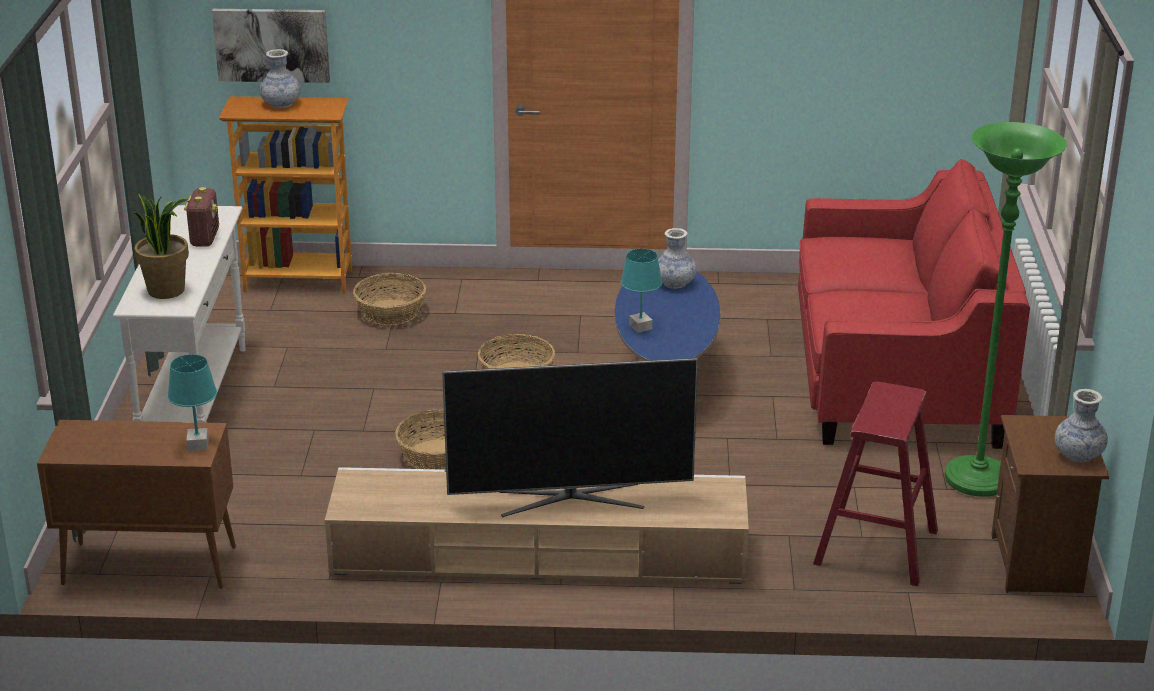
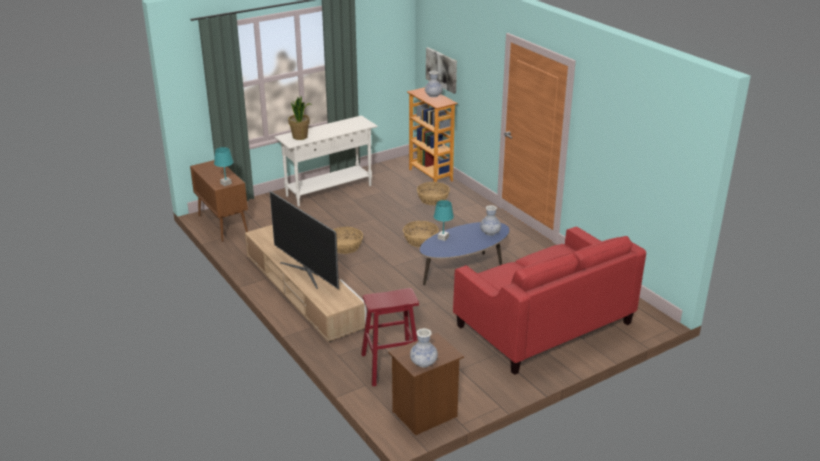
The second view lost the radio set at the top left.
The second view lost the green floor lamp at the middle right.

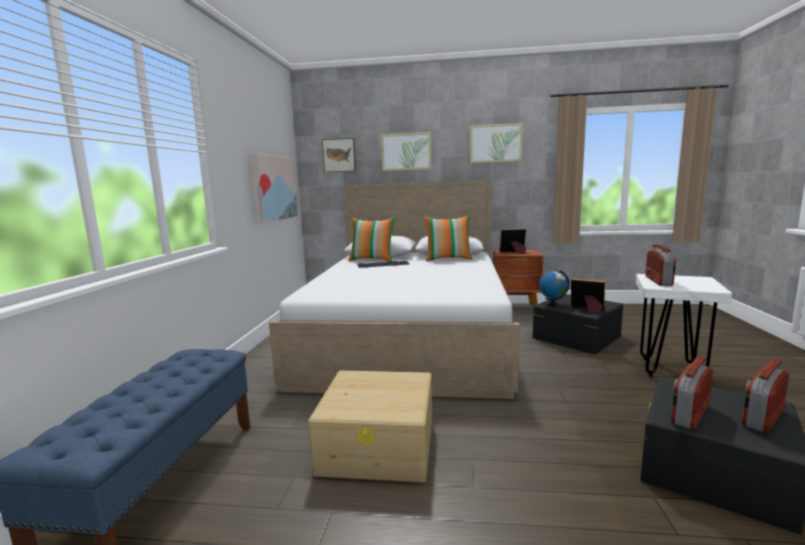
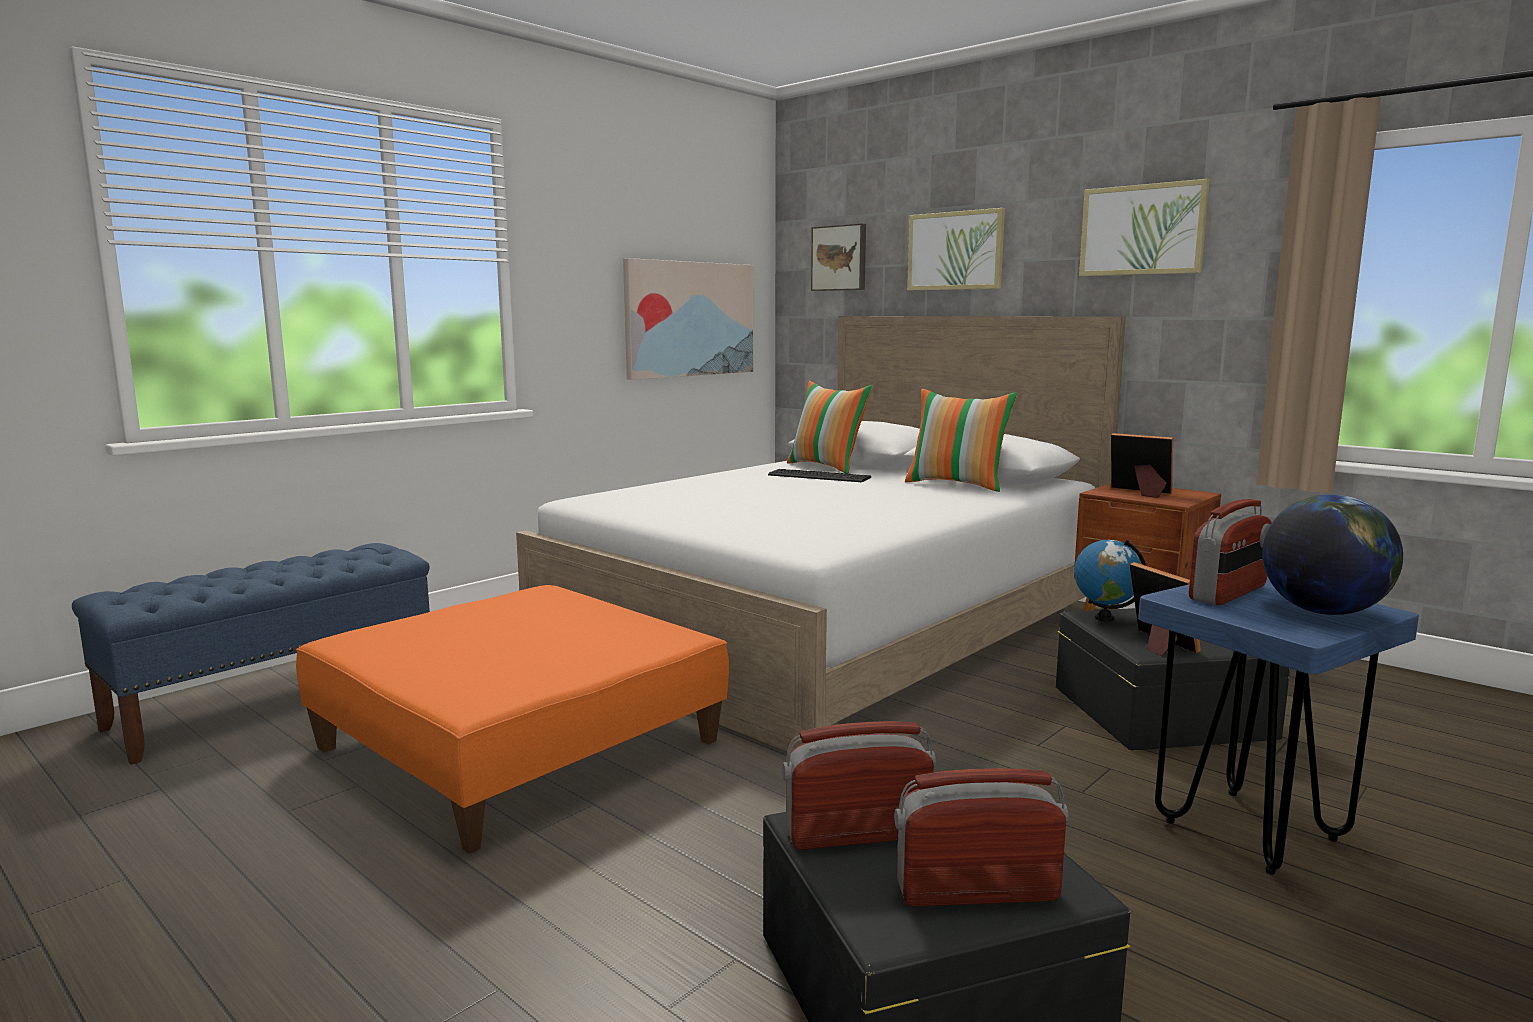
Where the sand-coloured storage container stood at the bottom centre, the orangey footrest came to stand at the bottom centre.
What was the white stool seat at the middle right turned into the blue stool seat at the bottom right.
The second view gained the world globe (2nd from left) at the middle right.

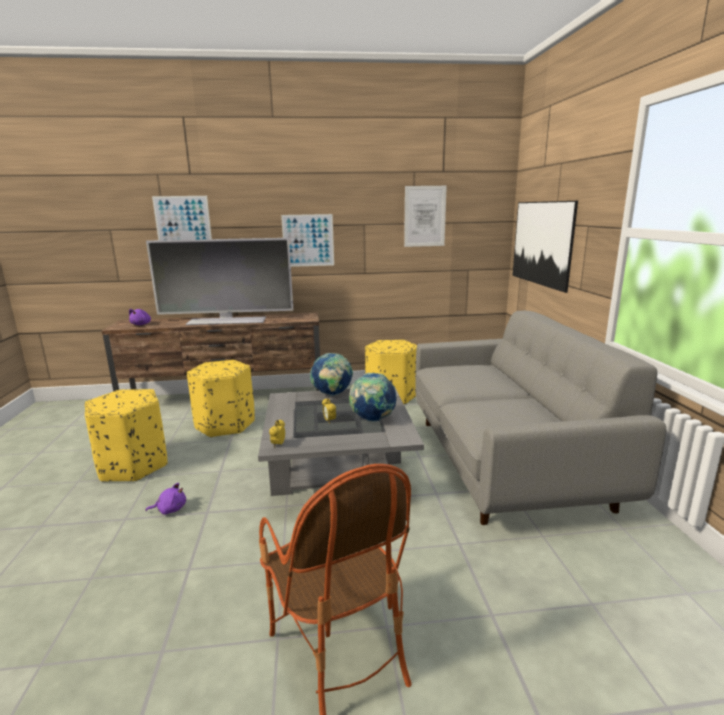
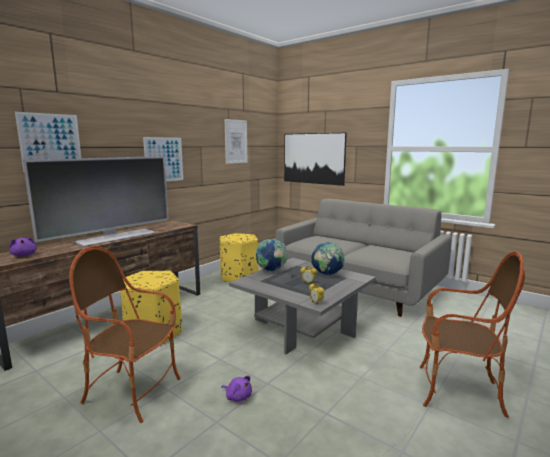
Where the yellow footrest (1st from left) stood at the middle left, the easy chair (1st from left) came to stand at the bottom left.
The purplish soft toy (2nd from left) at the bottom left ended up facing another way, 90 degrees clockwise from before.

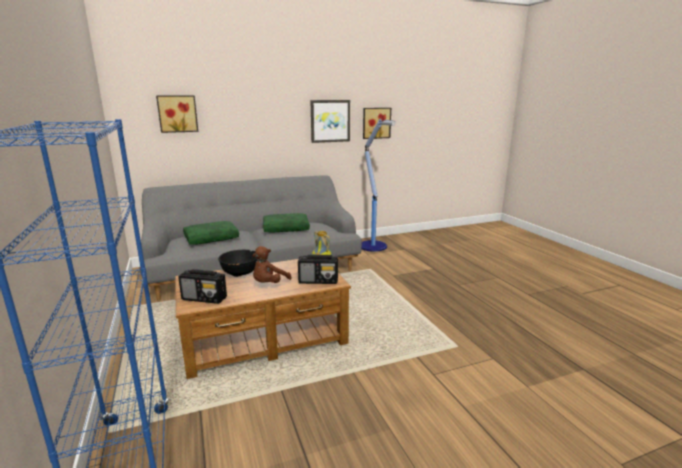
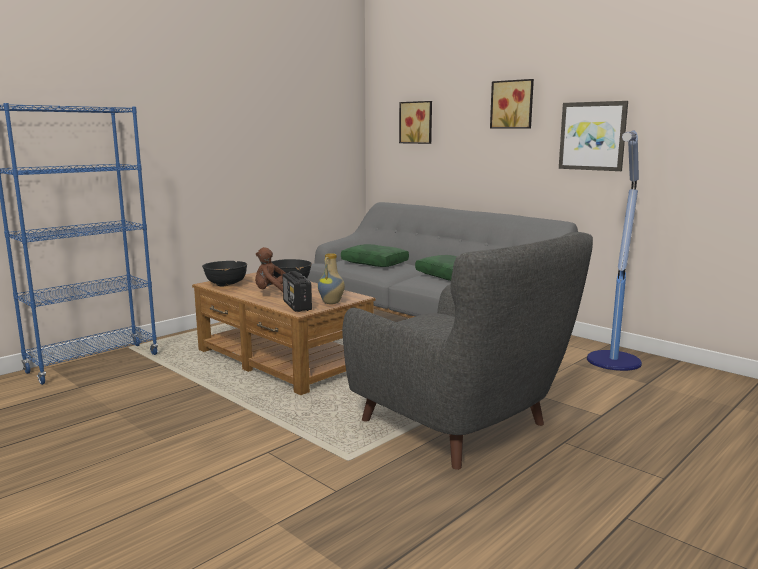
Where the radio set (1st from left) stood at the middle left, the black-coloured deep dish (1st from left) came to stand at the middle left.
The second view gained the gray easy chair at the centre.
The wall art (3rd from left in the first image) ended up elsewhere, having gone from the top centre to the top right.

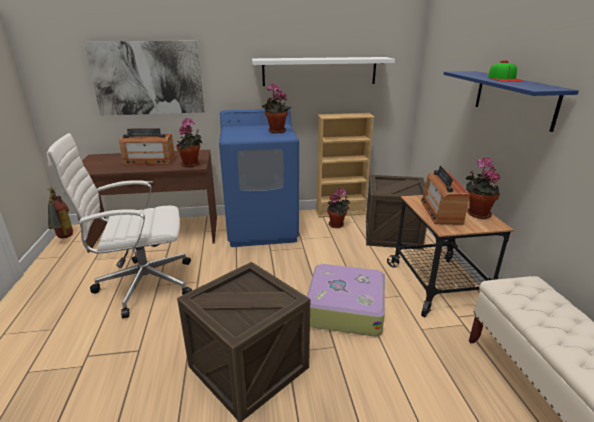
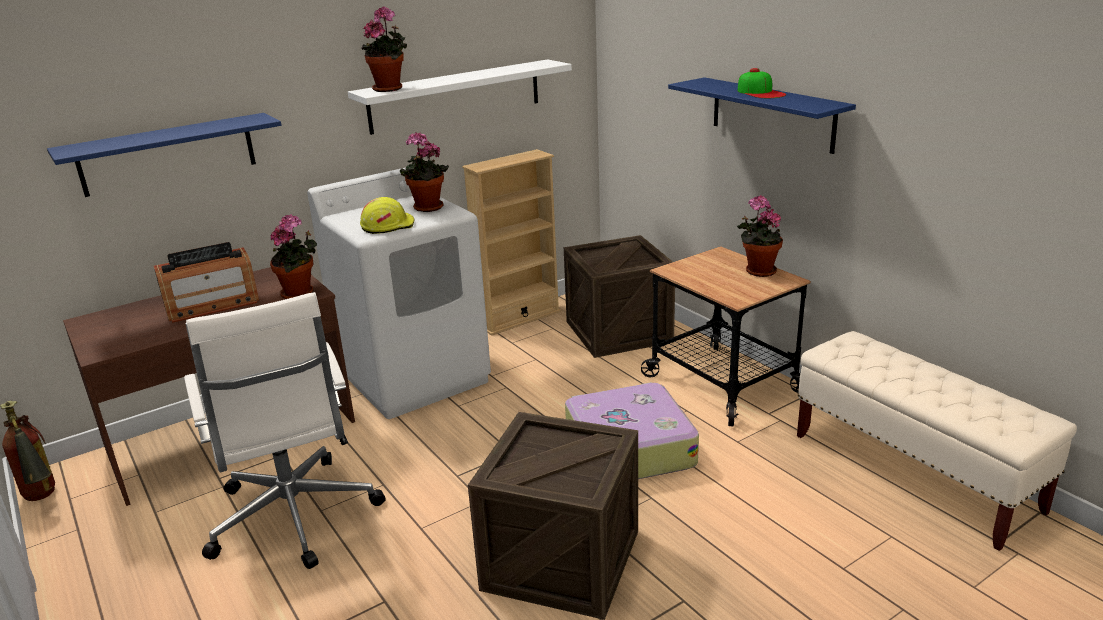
Where the wall art hung at the top left, the blue shelf (1st from left) came to hang at the top left.
The white office chair at the middle left ended up facing another way, 75 degrees counterclockwise from before.
What was the blue washing machine at the centre turned into the white washing machine at the centre.
The second view gained the yellow safety helmet at the centre.
The potted plant (3rd from left in the first image) ended up elsewhere, having gone from the centre to the top centre.
The second view lost the radio set (2nd from left) at the middle right.

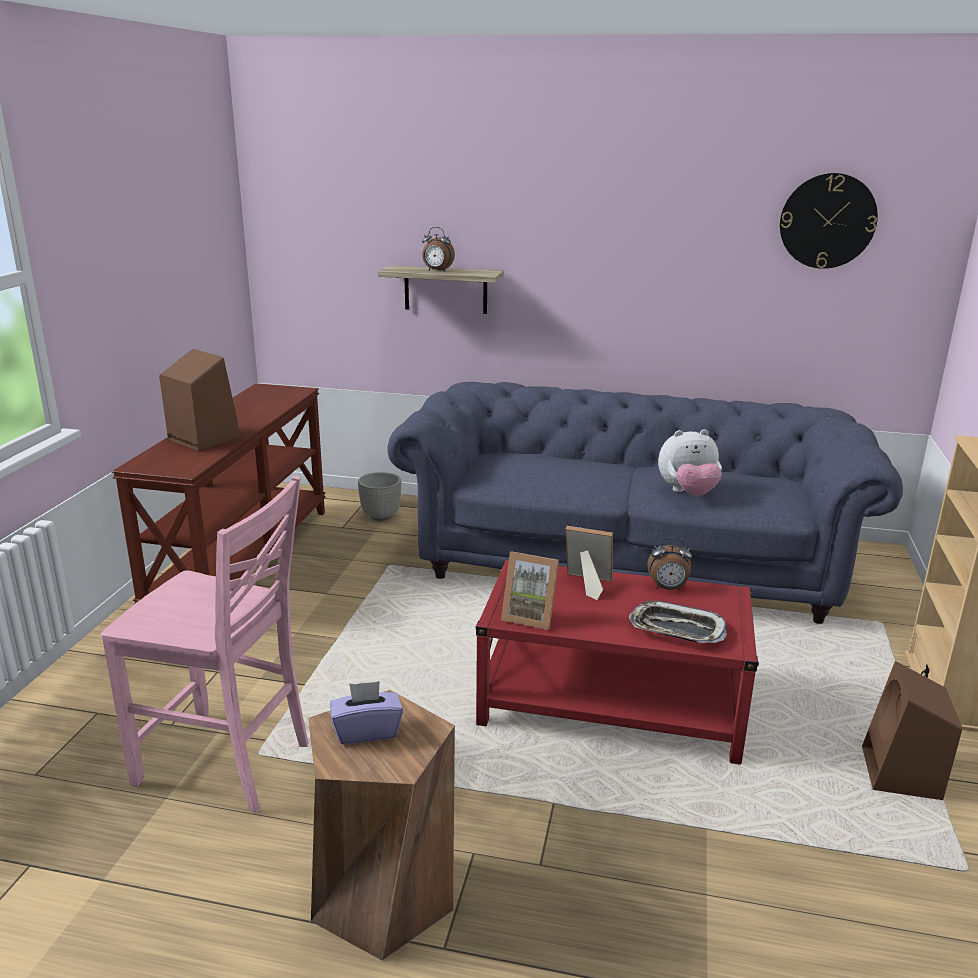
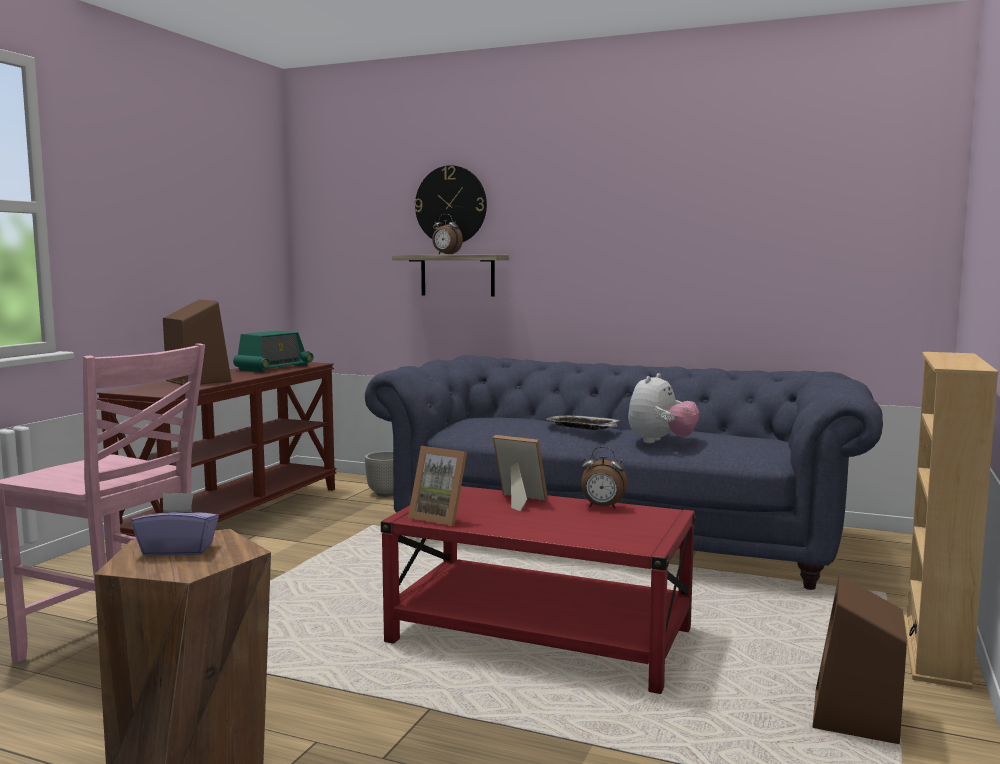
The second view gained the radio set at the middle left.
The wall clock ended up elsewhere, having gone from the top right to the top centre.
The carrying tray ended up elsewhere, having gone from the middle right to the centre.
The soft toy at the middle right ended up facing another way, 60 degrees counterclockwise from before.

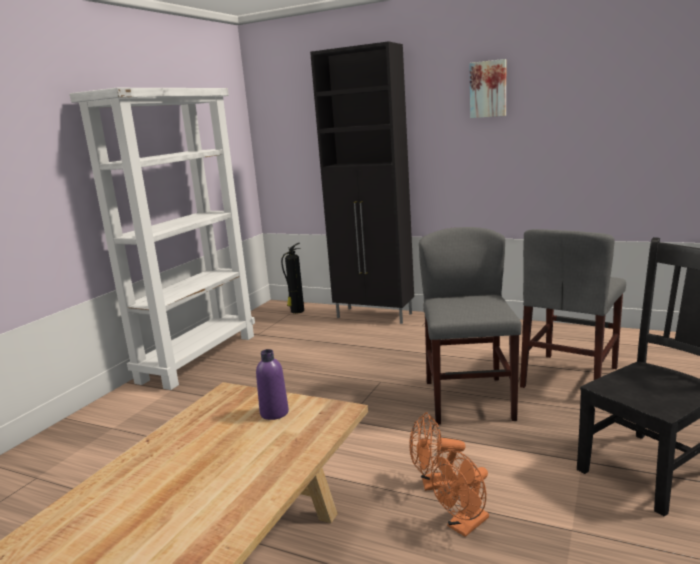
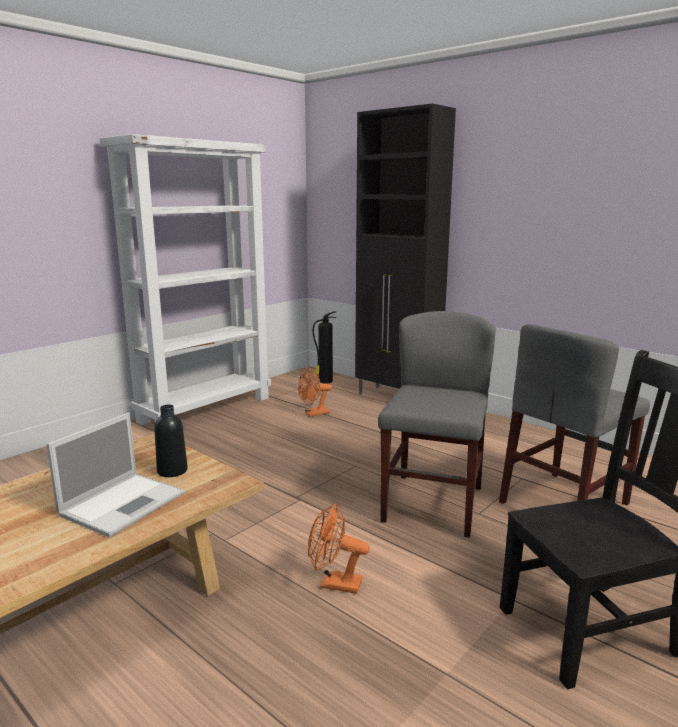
The second view gained the portable computer at the middle left.
What was the purplish bottle at the bottom centre turned into the black-coloured bottle at the middle left.
The orangey cooling fan (2nd from left in the first image) ended up elsewhere, having gone from the bottom centre to the centre.
The second view lost the wall art at the top right.

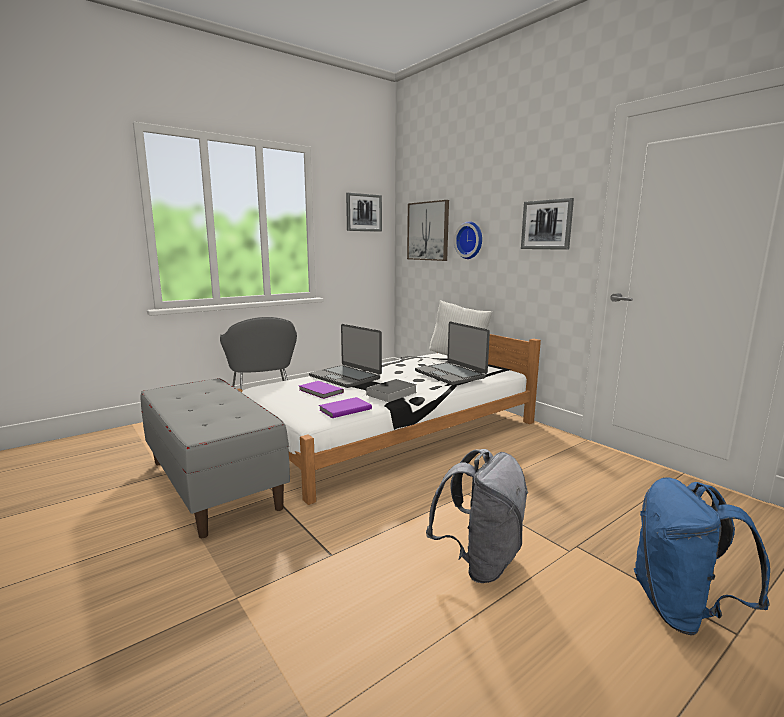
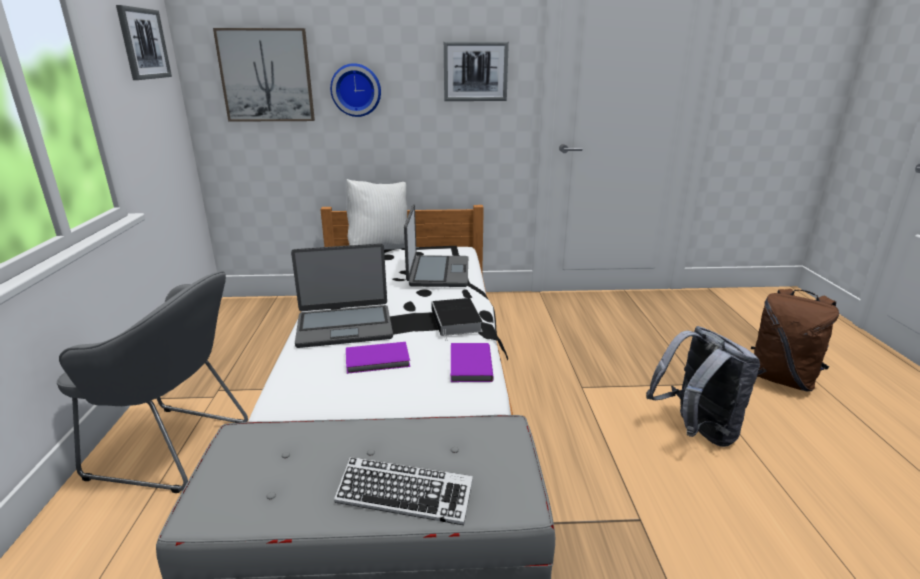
The second view gained the computer keyboard at the bottom centre.
The portable computer (2nd from left) at the centre ended up facing another way, 90 degrees counterclockwise from before.
What was the blue backpack at the bottom right turned into the brown-coloured backpack at the middle right.

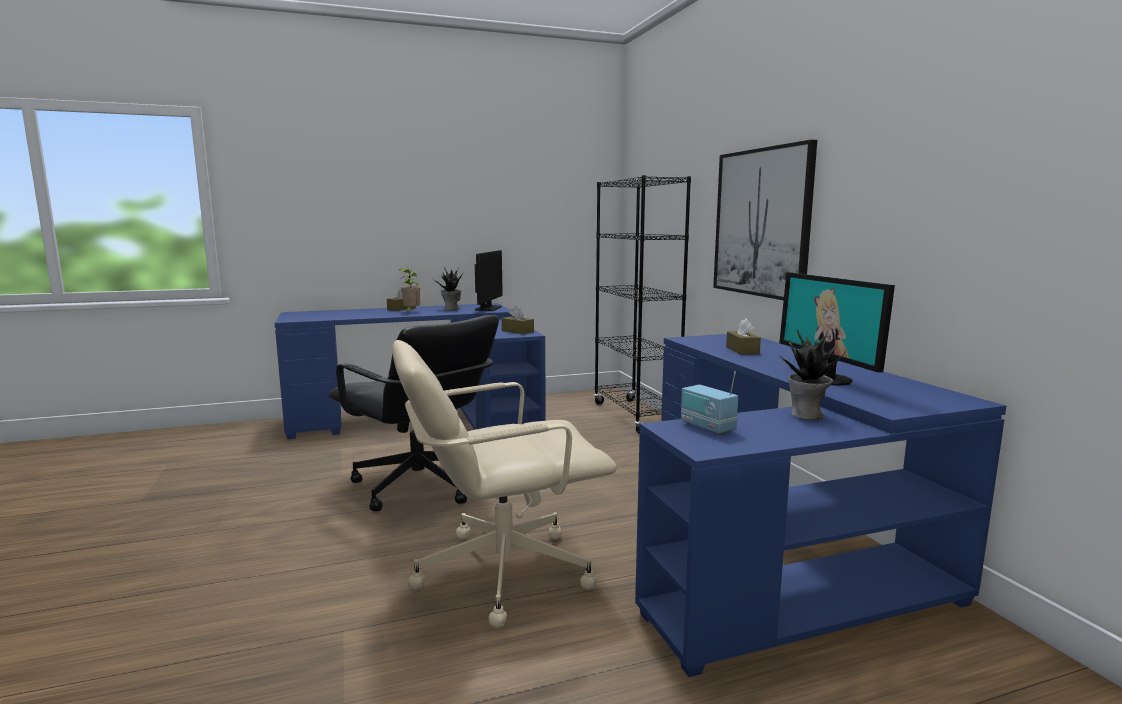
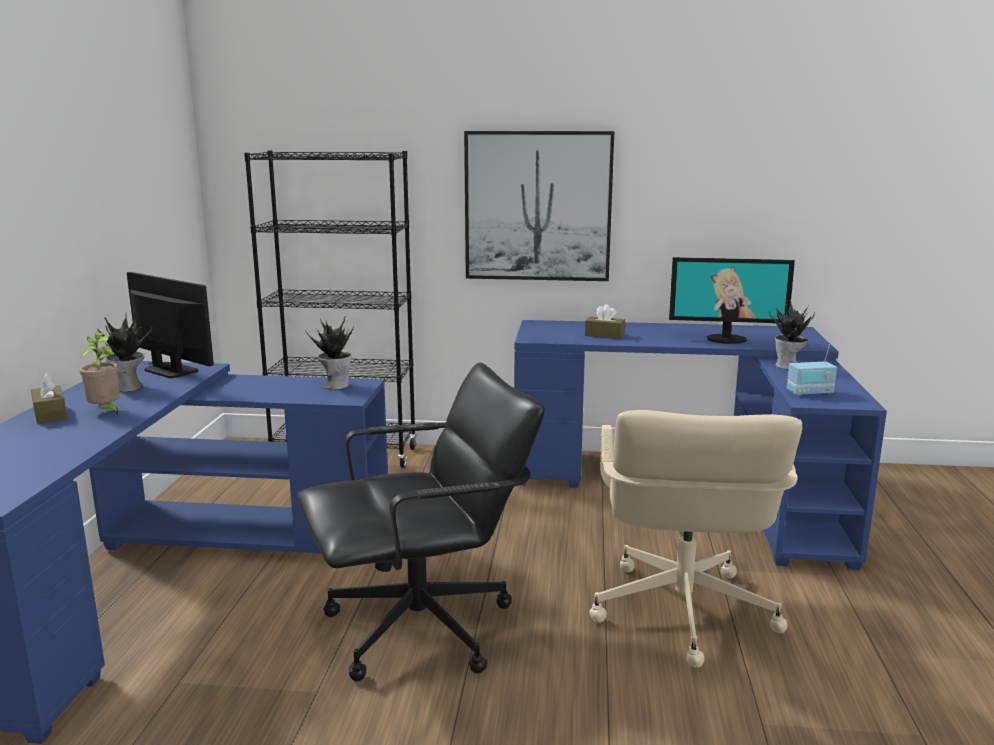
Where the brown-coloured box of tissues (2nd from left) stood at the centre, the potted plant (3rd from left) came to stand at the middle left.

